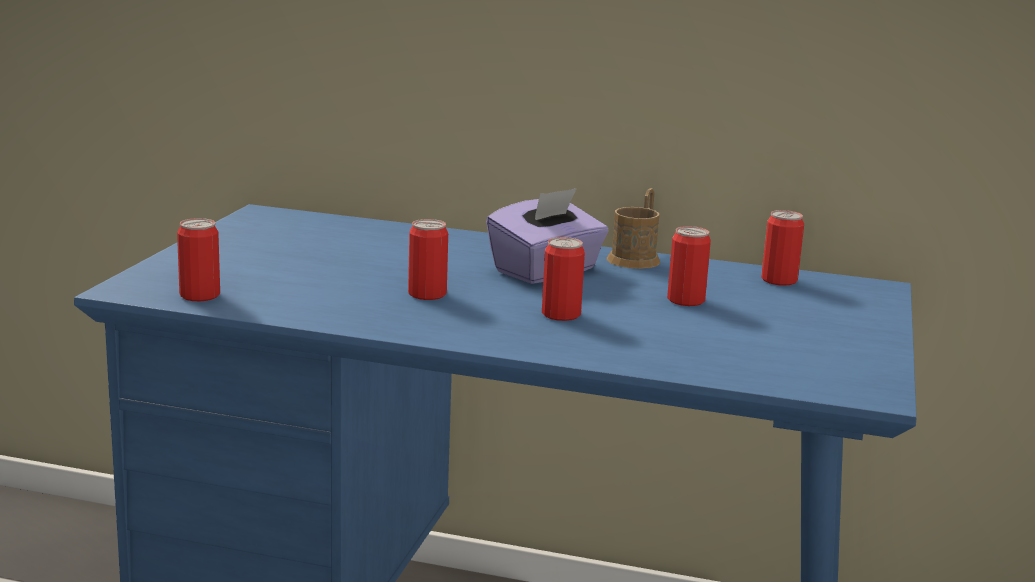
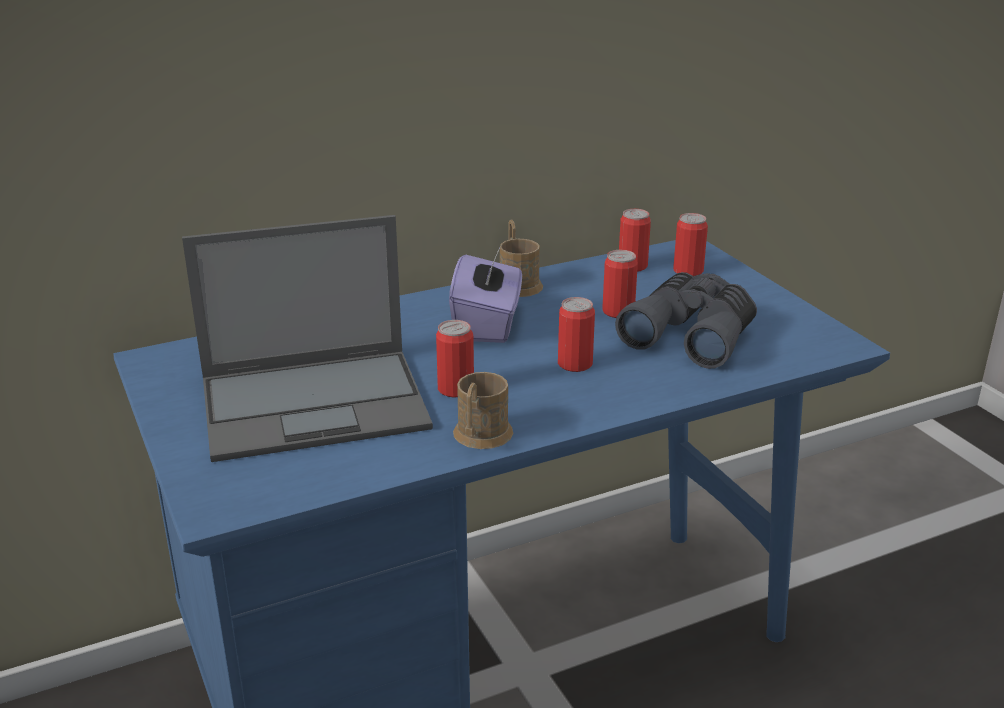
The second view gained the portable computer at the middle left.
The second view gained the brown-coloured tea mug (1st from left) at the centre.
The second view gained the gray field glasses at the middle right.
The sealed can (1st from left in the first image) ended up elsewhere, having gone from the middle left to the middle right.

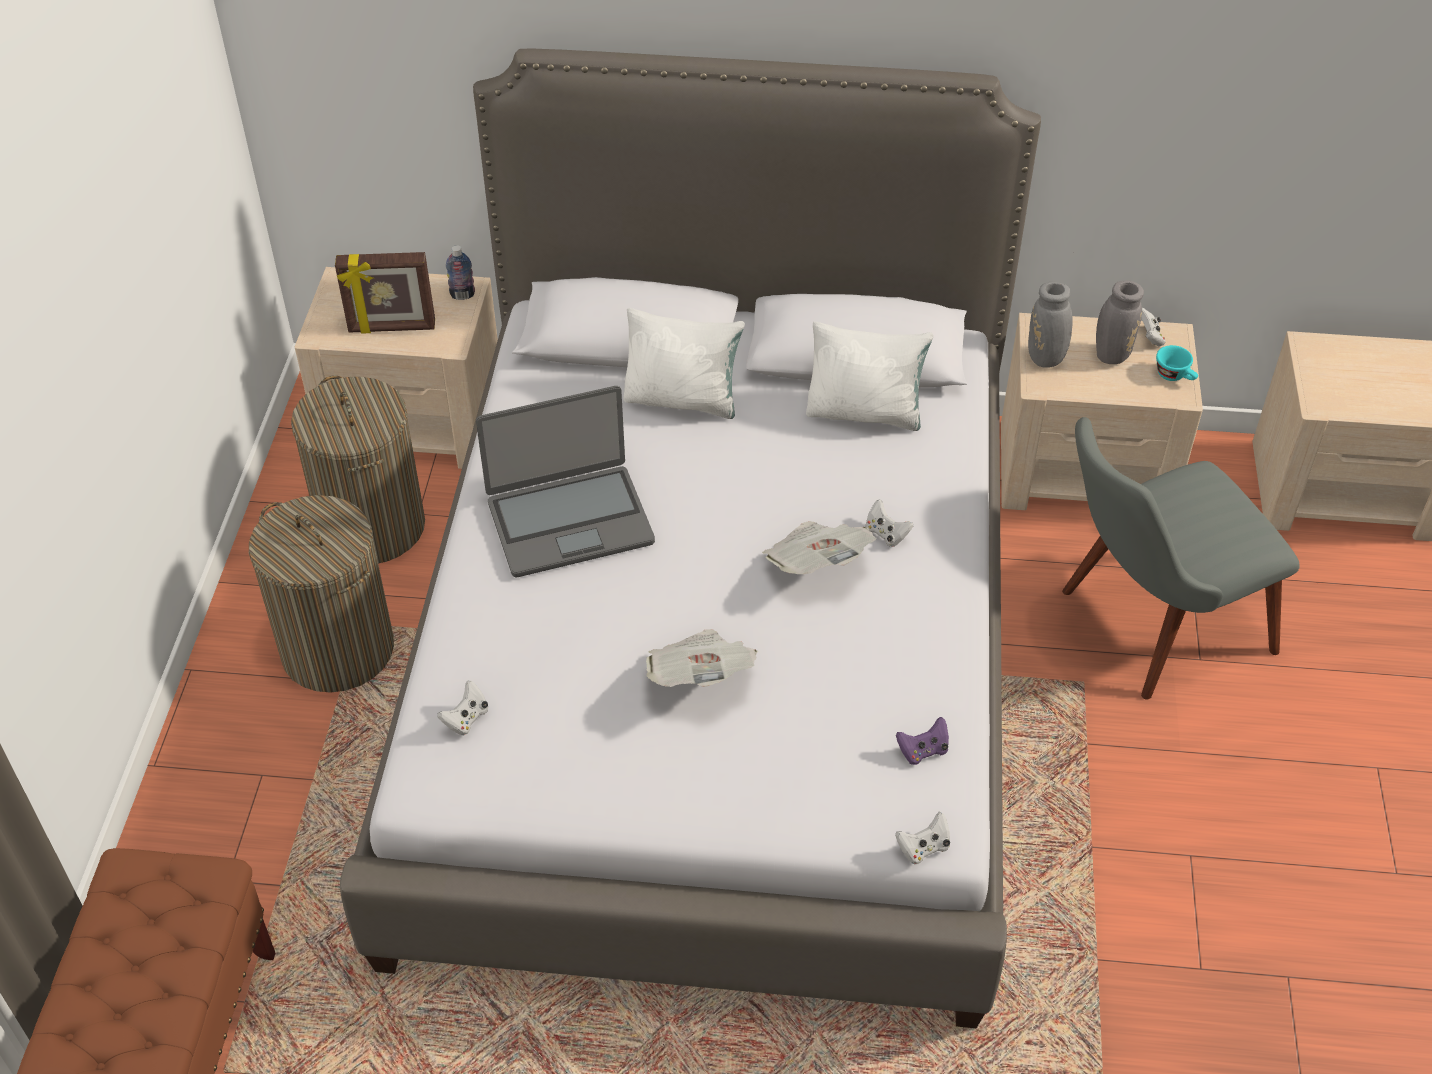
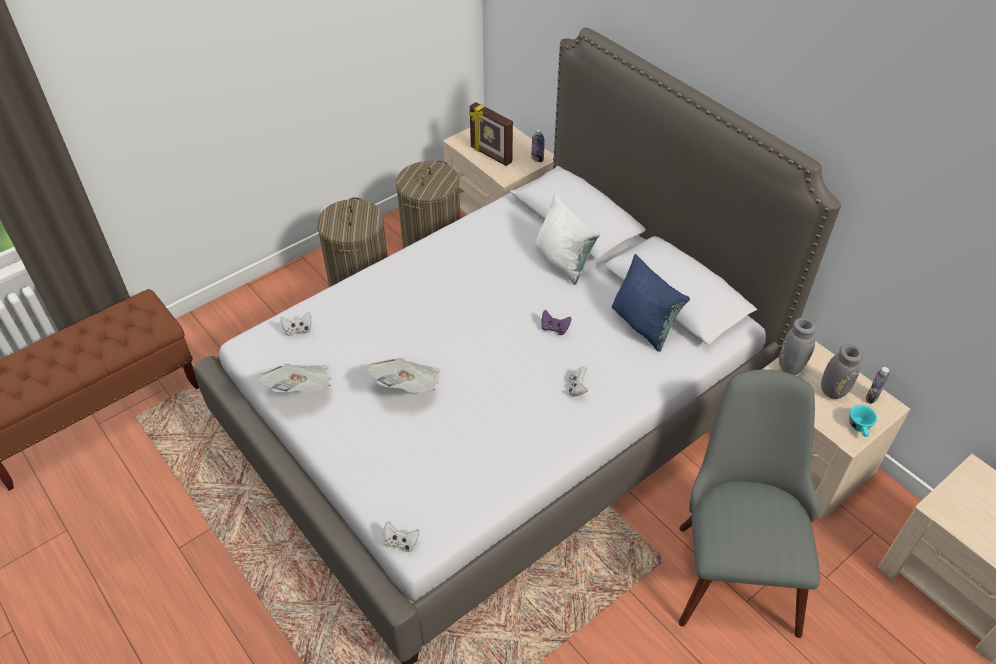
The newspaper (2nd from left in the first image) ended up elsewhere, having gone from the centre to the middle left.
The purplish joypad ended up elsewhere, having gone from the bottom centre to the centre.
What was the white cushion (2nd from left) at the centre turned into the blue cushion at the centre.
The gray chair at the middle right ended up facing another way, 75 degrees clockwise from before.
Where the white joypad (4th from left) stood at the top right, the bottle (2nd from left) came to stand at the middle right.
The second view lost the portable computer at the centre.

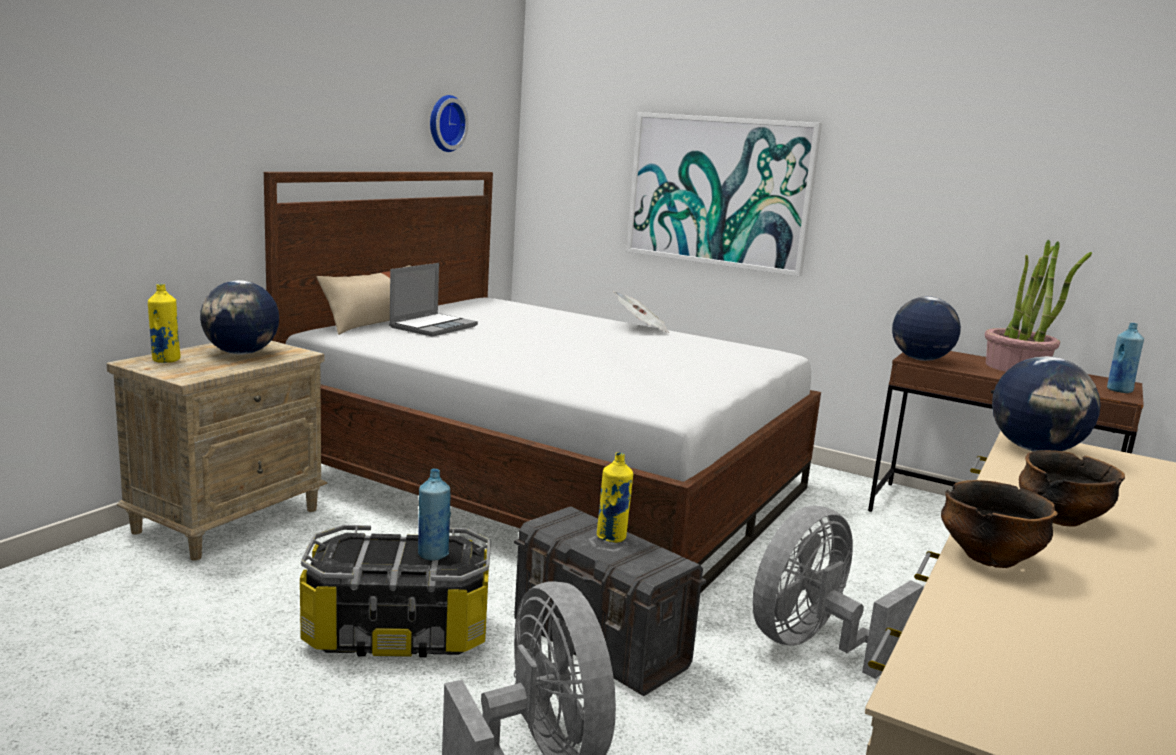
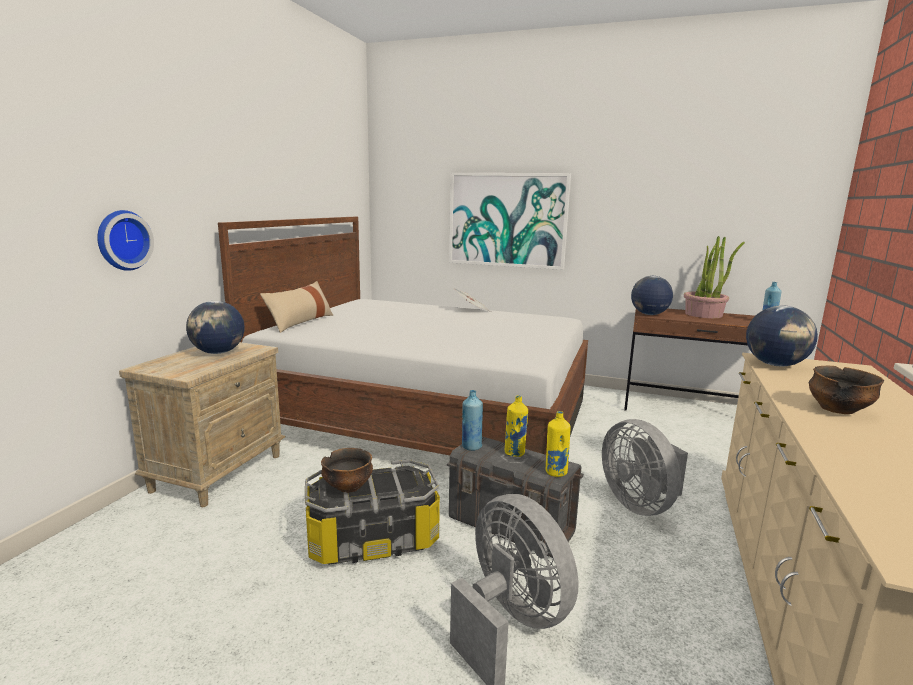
The wall clock ended up elsewhere, having gone from the top centre to the middle left.
The deep dish (1st from left) ended up elsewhere, having gone from the bottom right to the bottom centre.
The blue bottle (1st from left) ended up elsewhere, having gone from the bottom centre to the centre.
The yellow bottle (1st from left in the first image) ended up elsewhere, having gone from the middle left to the centre.
The gray cooling fan (2nd from left) at the bottom right ended up facing another way, 60 degrees counterclockwise from before.
The second view lost the portable computer at the centre.

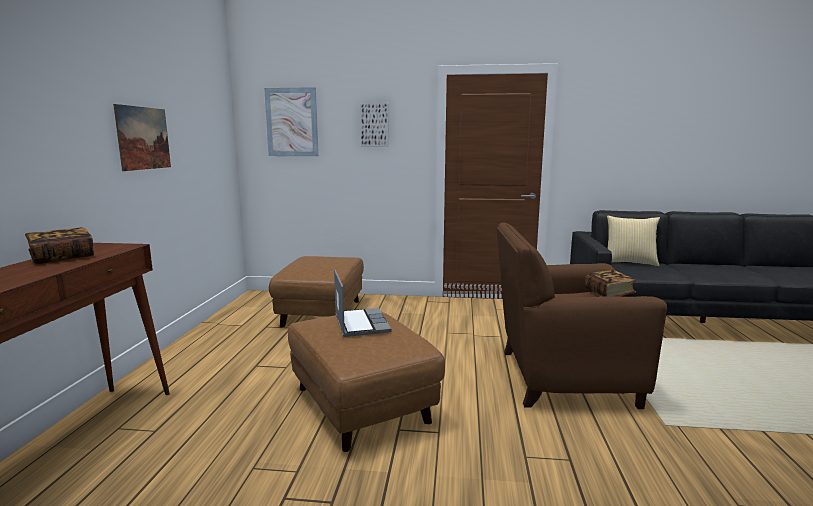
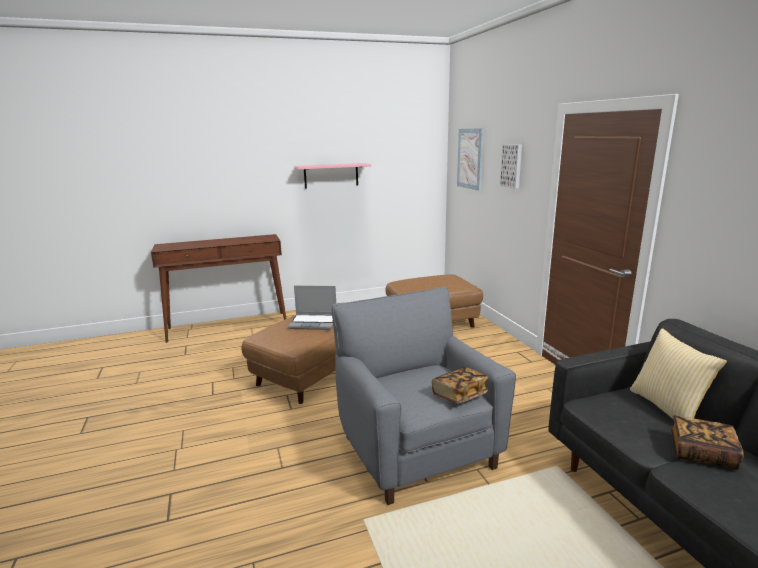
The portable computer at the centre ended up facing another way, 45 degrees clockwise from before.
Where the wall art (1st from left) hung at the top left, the pink shelf came to hang at the top centre.
What was the brown-coloured easy chair at the middle right turned into the gray easy chair at the bottom centre.
The volume (1st from left in the first image) ended up elsewhere, having gone from the middle left to the bottom right.

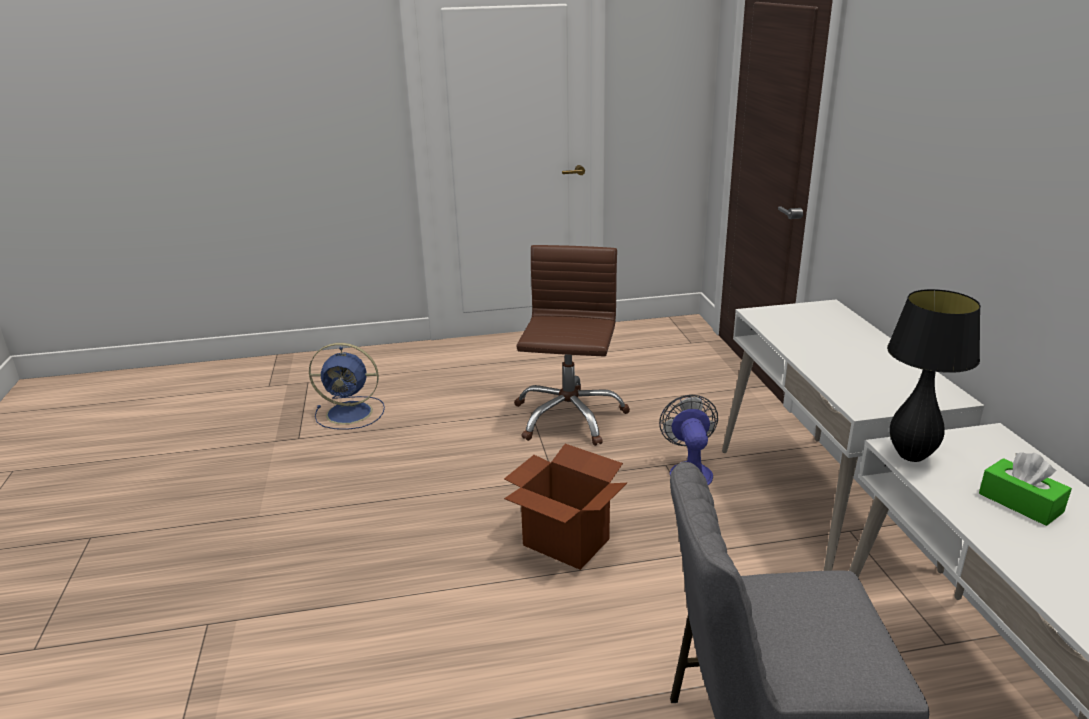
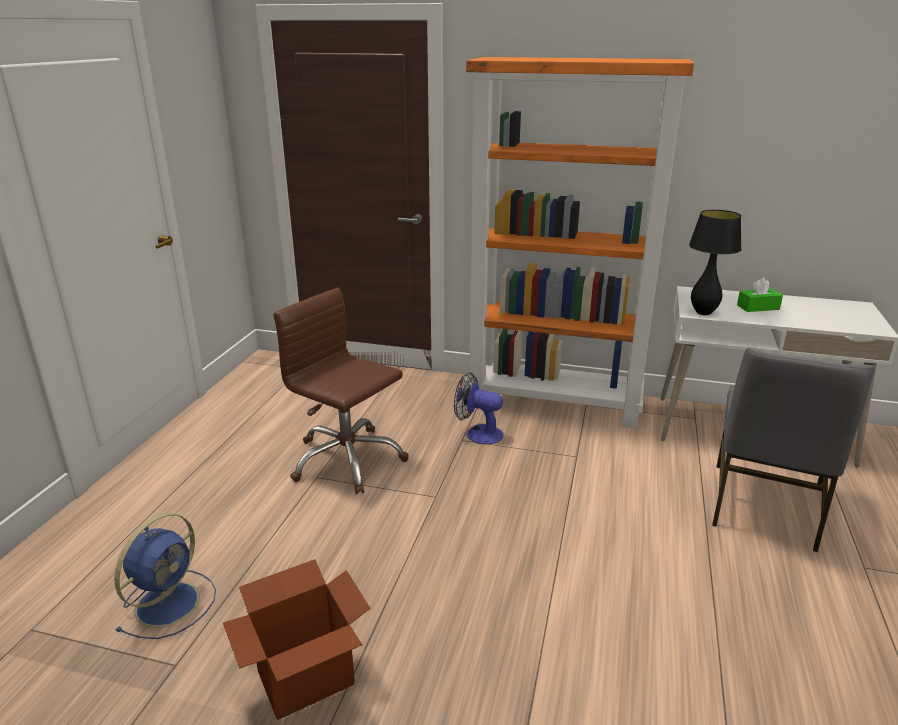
The packing box ended up elsewhere, having gone from the bottom centre to the bottom left.
Where the white desk unit (1st from left) stood at the middle right, the orangey bookcase came to stand at the centre.

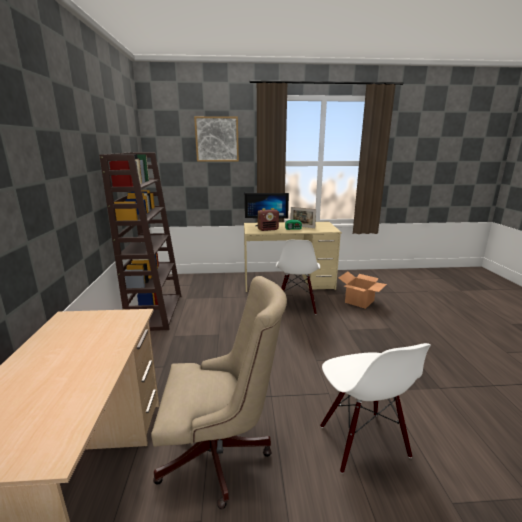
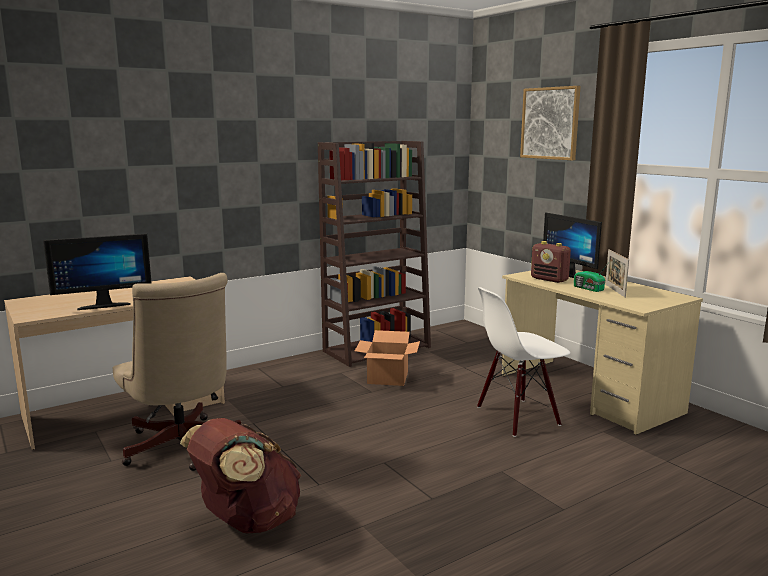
The second view gained the computer display (1st from left) at the middle left.
Where the white chair (2nd from left) stood at the bottom right, the brown-coloured backpack came to stand at the bottom left.
The packing box ended up elsewhere, having gone from the middle right to the centre.

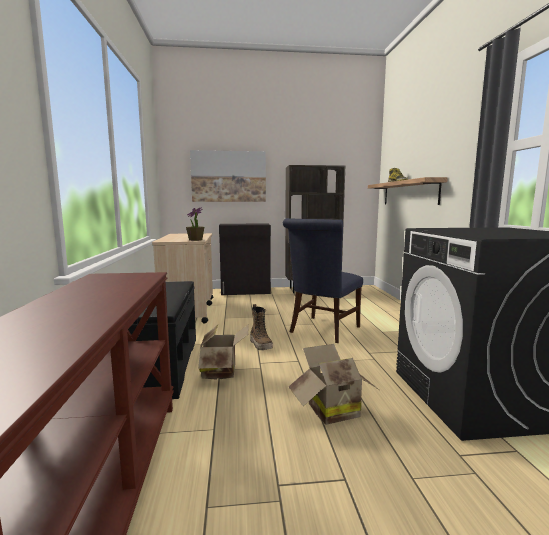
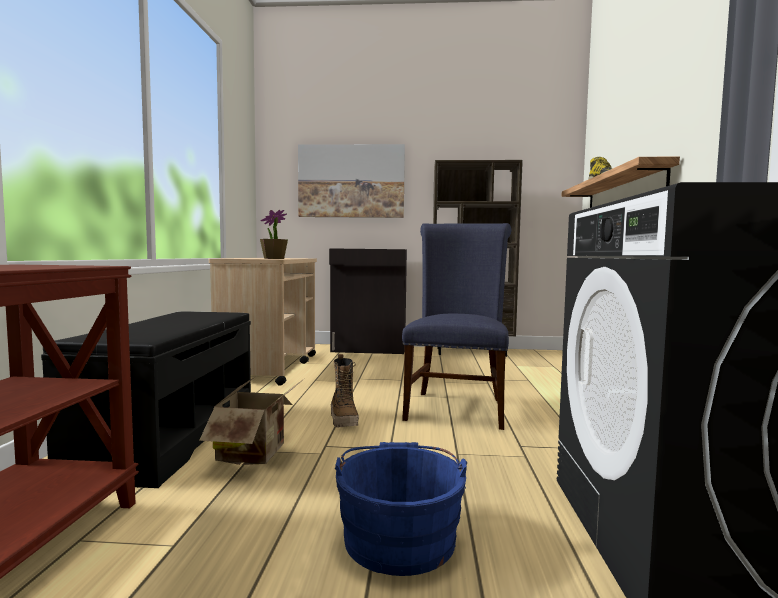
Where the packing box (2nd from left) stood at the bottom centre, the blue bucket came to stand at the bottom centre.
The blue chair at the centre ended up facing another way, 150 degrees clockwise from before.

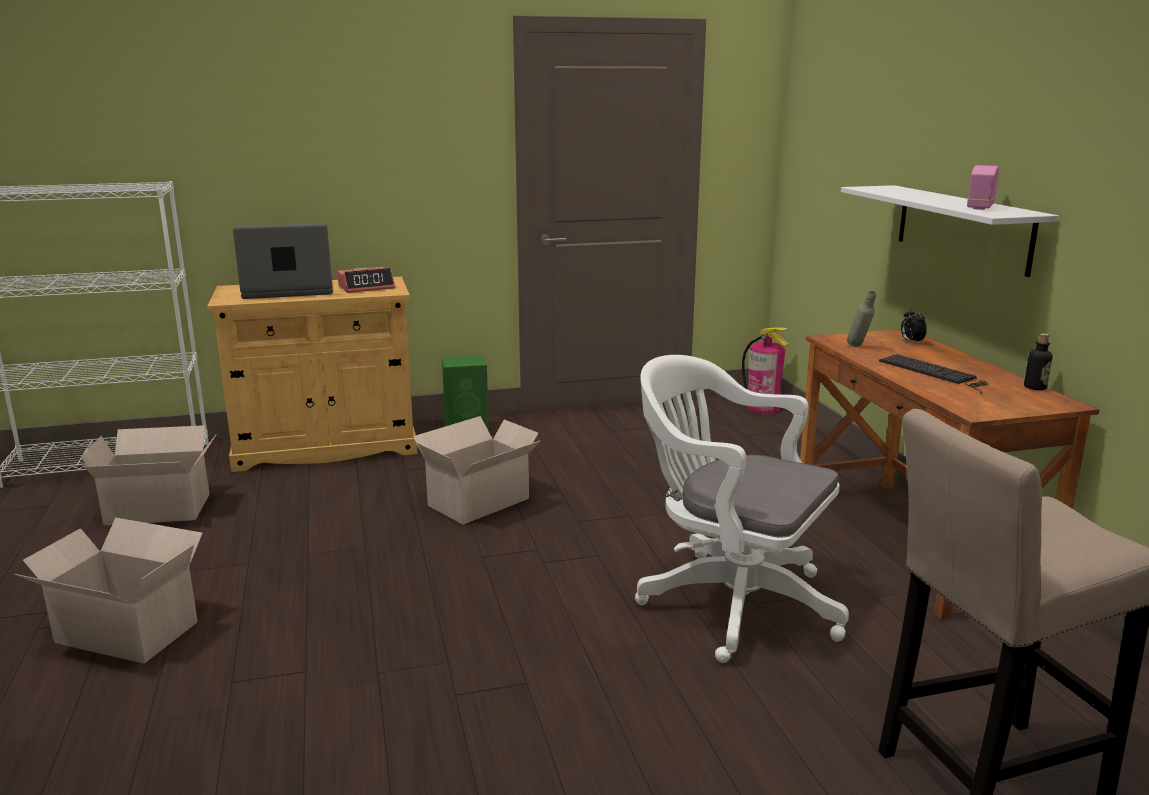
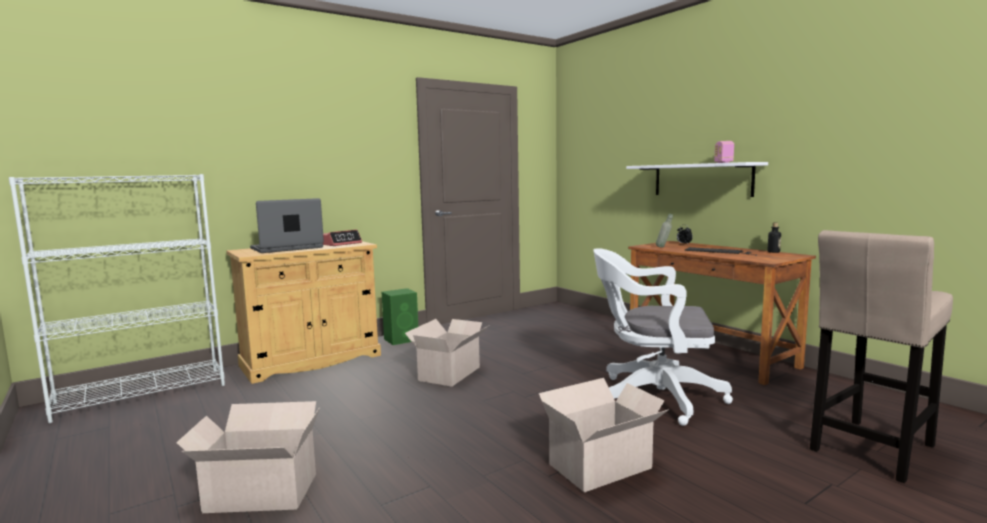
The packing box (2nd from left in the first image) ended up elsewhere, having gone from the middle left to the bottom centre.
The second view lost the extinguisher at the centre.

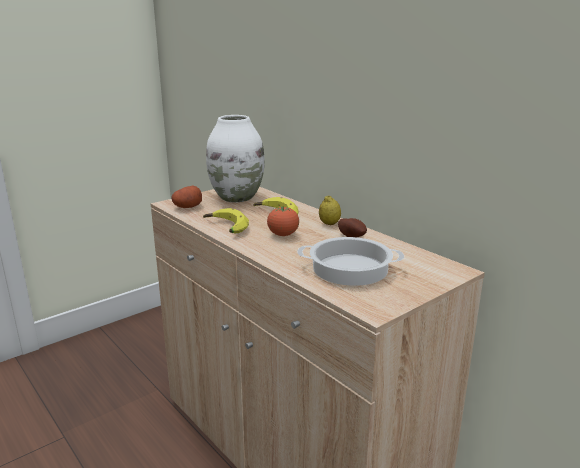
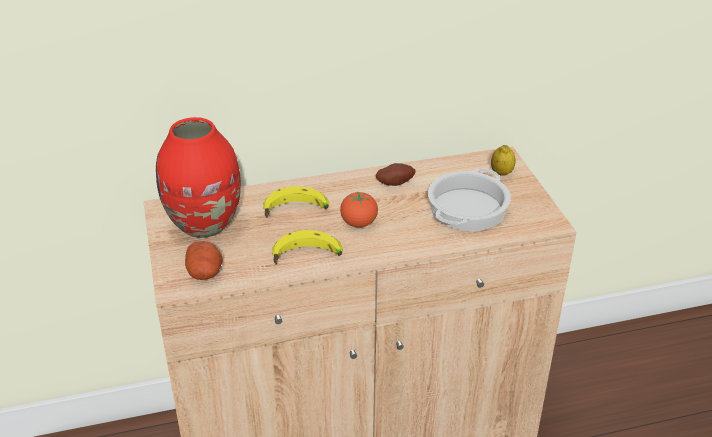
What was the white vase at the centre turned into the red-coloured vase at the middle left.
The lemon ended up elsewhere, having gone from the centre to the middle right.

